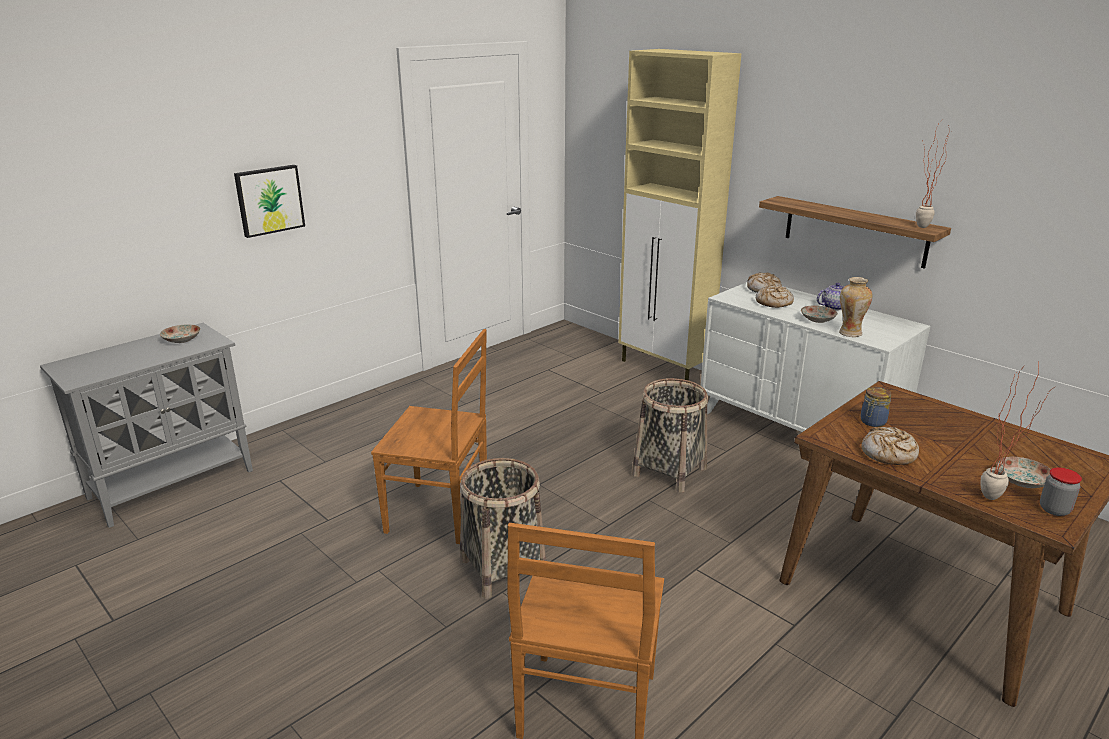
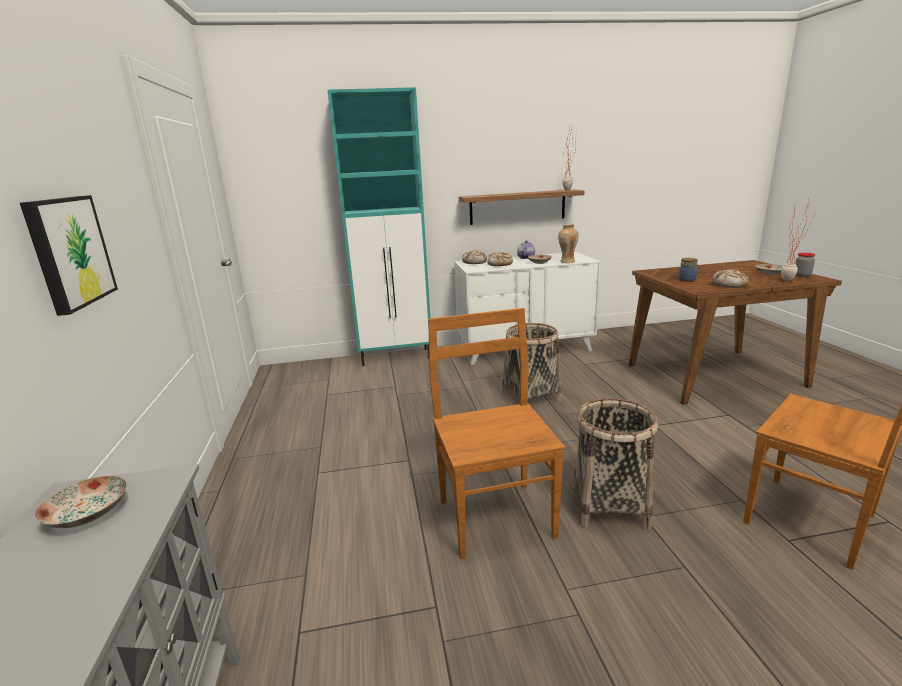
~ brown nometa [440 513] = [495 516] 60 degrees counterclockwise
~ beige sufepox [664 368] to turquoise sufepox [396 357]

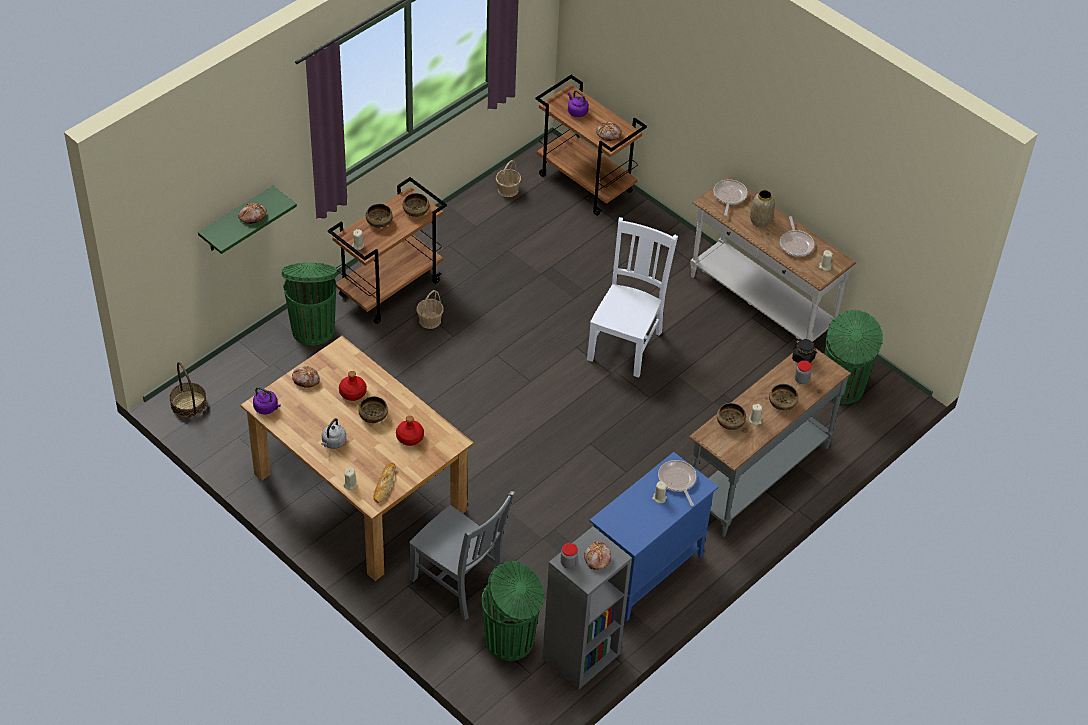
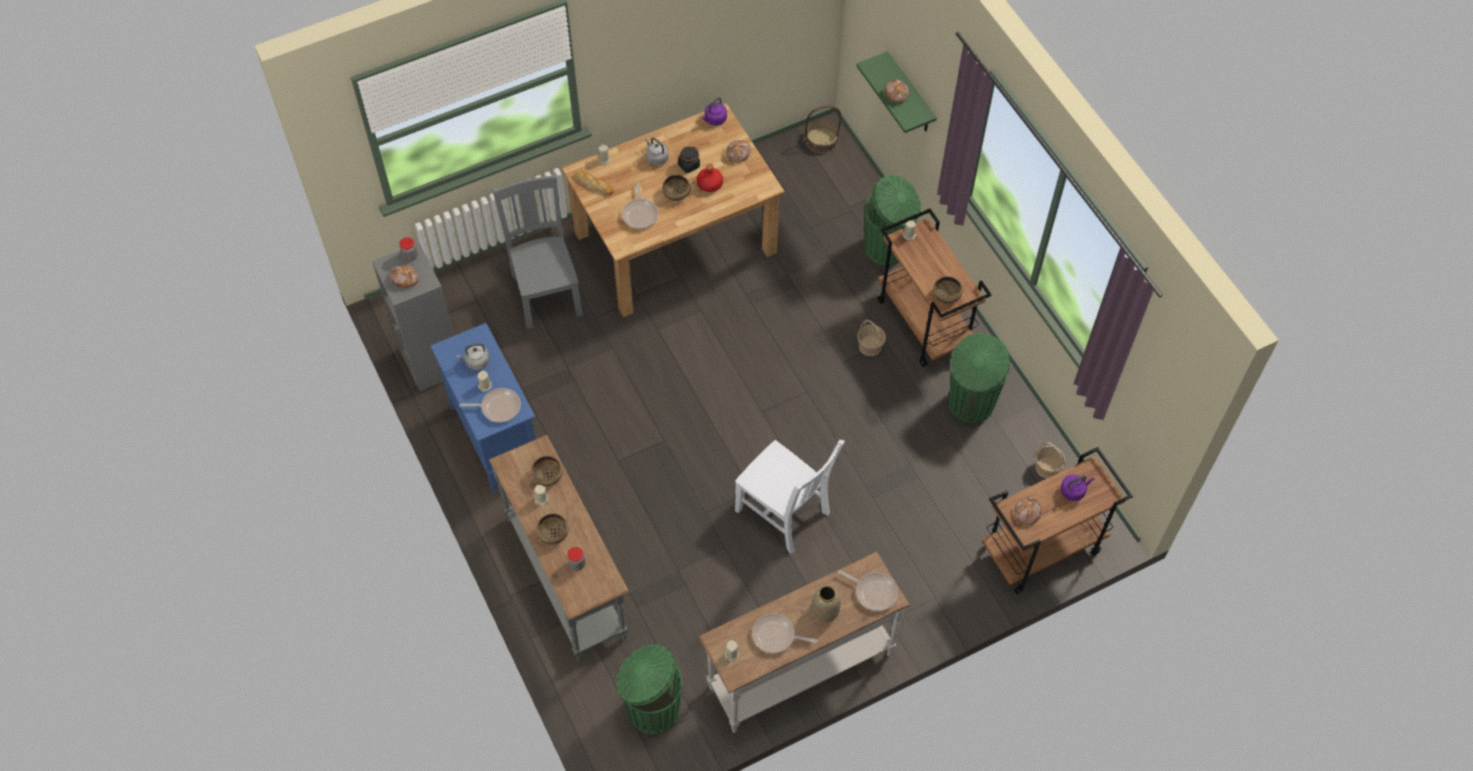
- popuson [379 221]
~ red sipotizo [409 437] to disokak [640 214]
~ grey nometa [460 582] = [546 292] 105 degrees clockwise
~ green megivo [511 641] to [970 405]
~ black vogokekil [803 359] to [688 165]
+ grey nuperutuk [476 362]

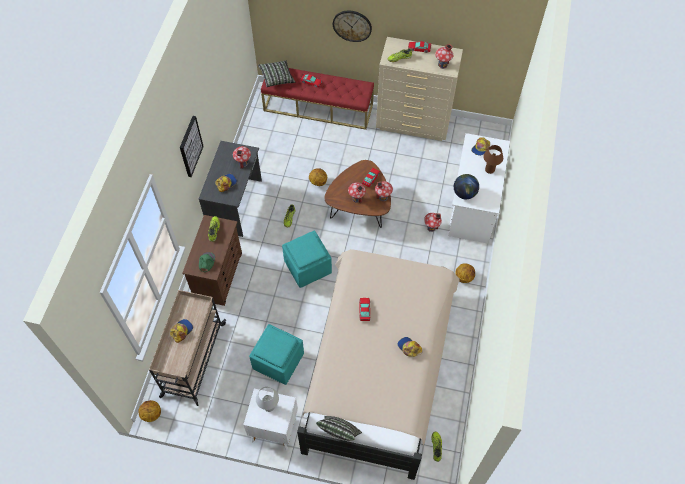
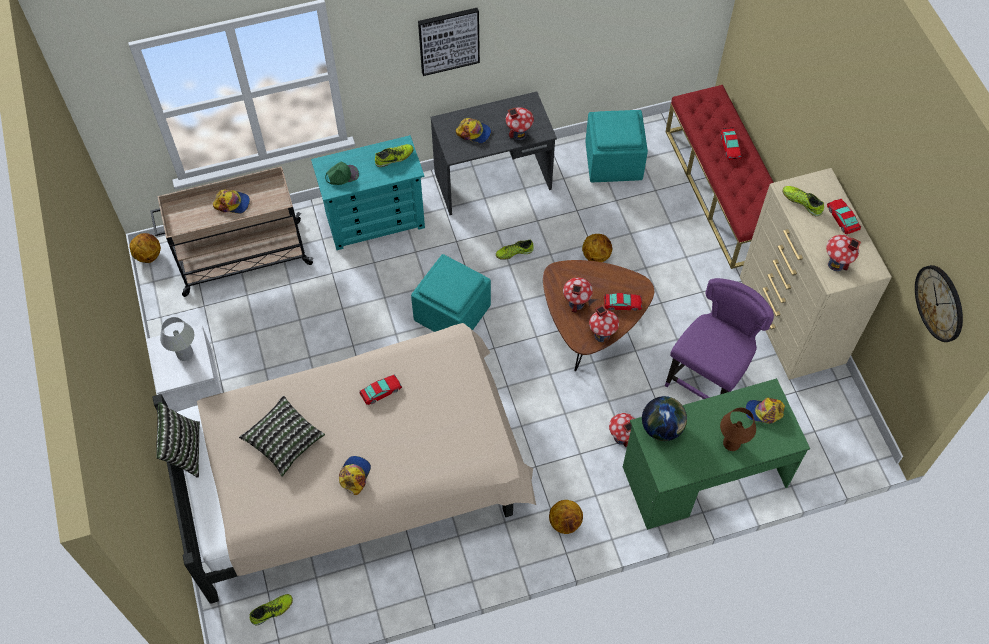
~ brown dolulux [218 275] to turquoise dolulux [375 220]
~ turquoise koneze [278 360] to [614 161]
~ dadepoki [277 78] to [284 441]
~ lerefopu [352 25] to [940 303]
~ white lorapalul [473 204] to green lorapalul [704 477]
+ purple nometa [708 379]

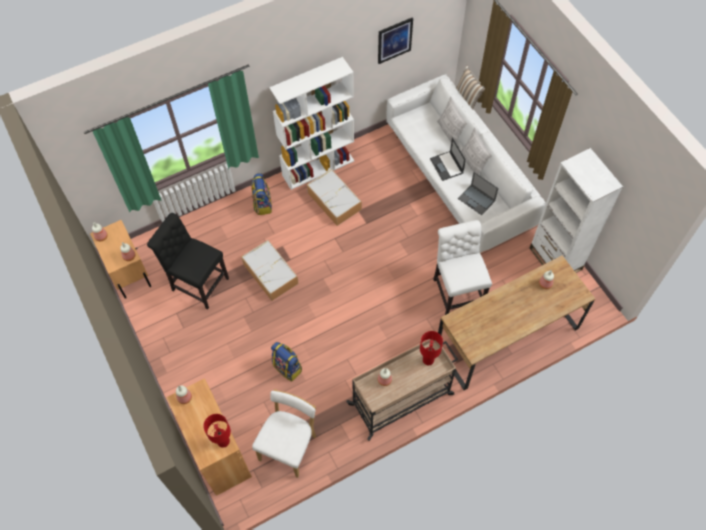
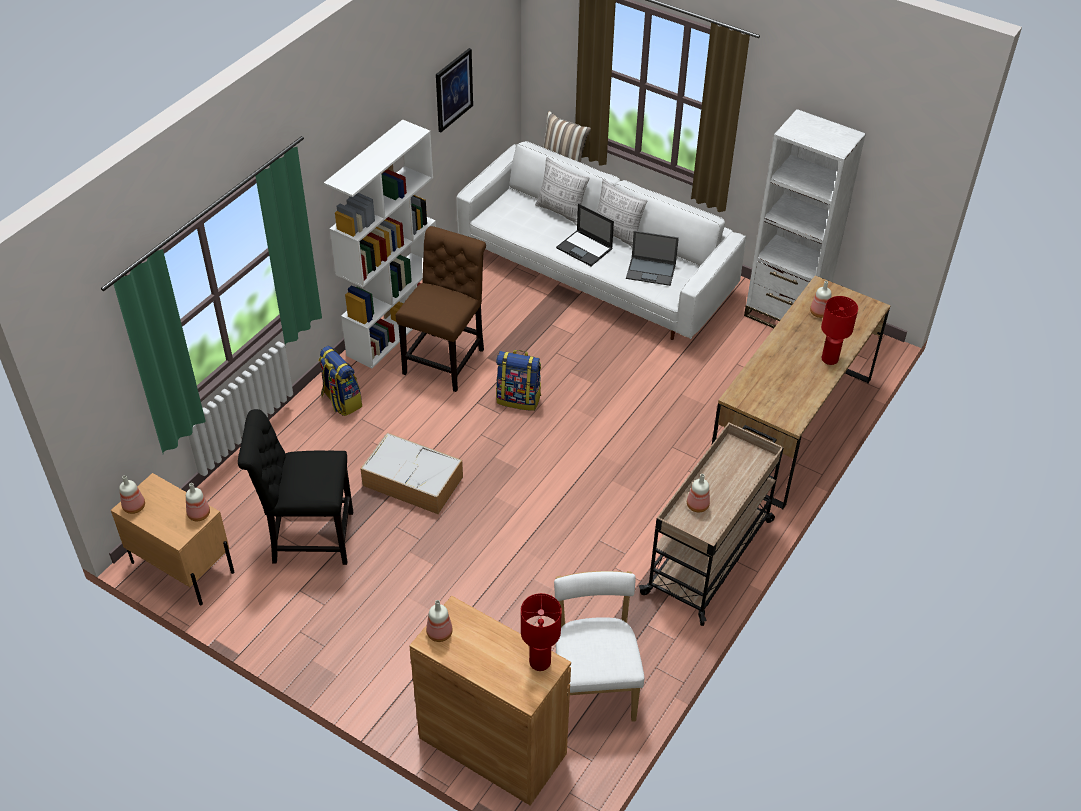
~ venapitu [288 367] to [519 399]
~ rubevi [335 201] to brown nometa [446 359]
~ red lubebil [428 360] to [830 359]
- white nometa [457 290]

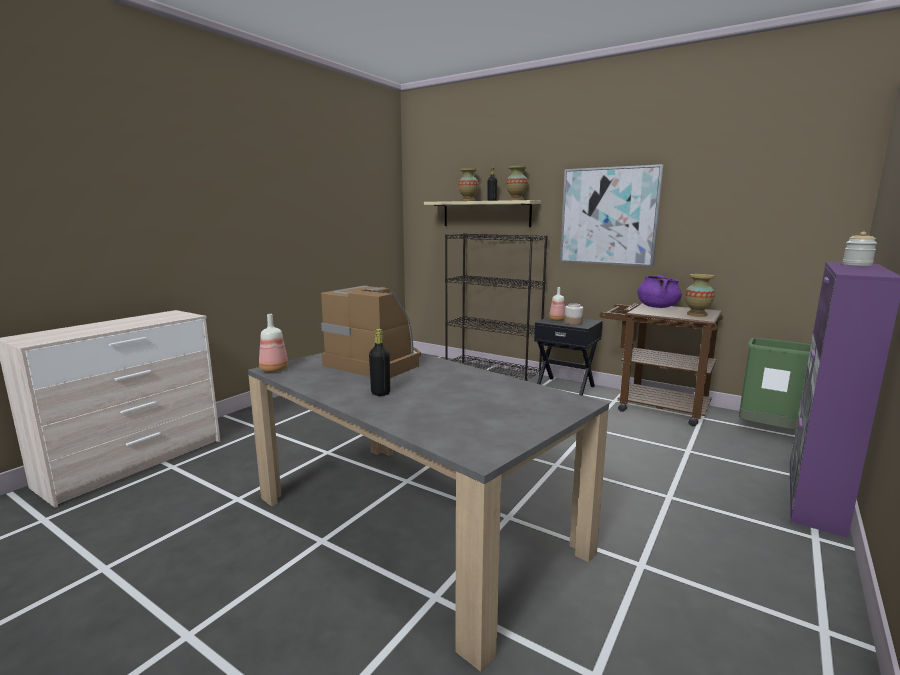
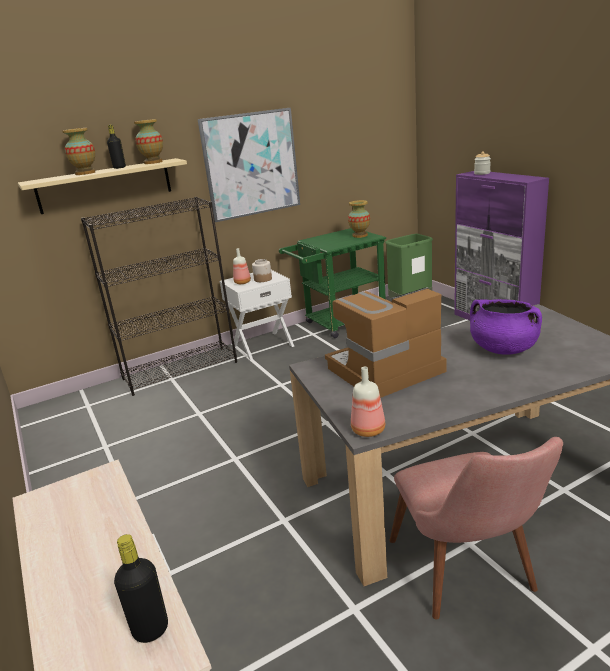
~ black sipotizo [380 393] to [150 629]
~ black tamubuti [565 387] to white tamubuti [262 345]
~ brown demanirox [653 407] to green demanirox [339 324]
~ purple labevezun [657 307] to [503 349]
+ pink nometa [470 577]

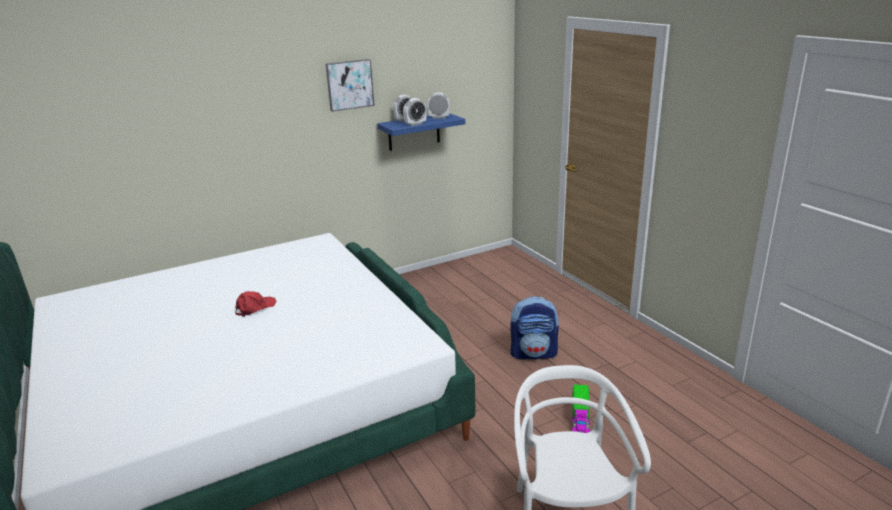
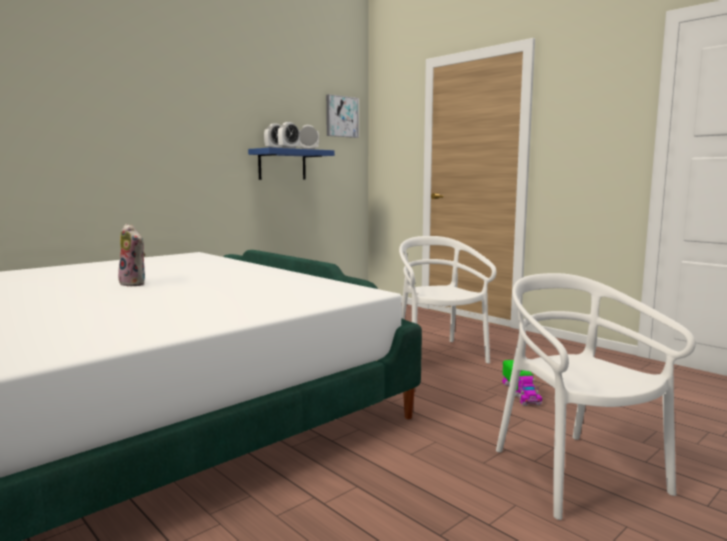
~ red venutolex [255 307] to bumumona [135 283]
~ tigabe [349 84] to [341 116]
~ venapitu [534 353] to white nometa [438 355]

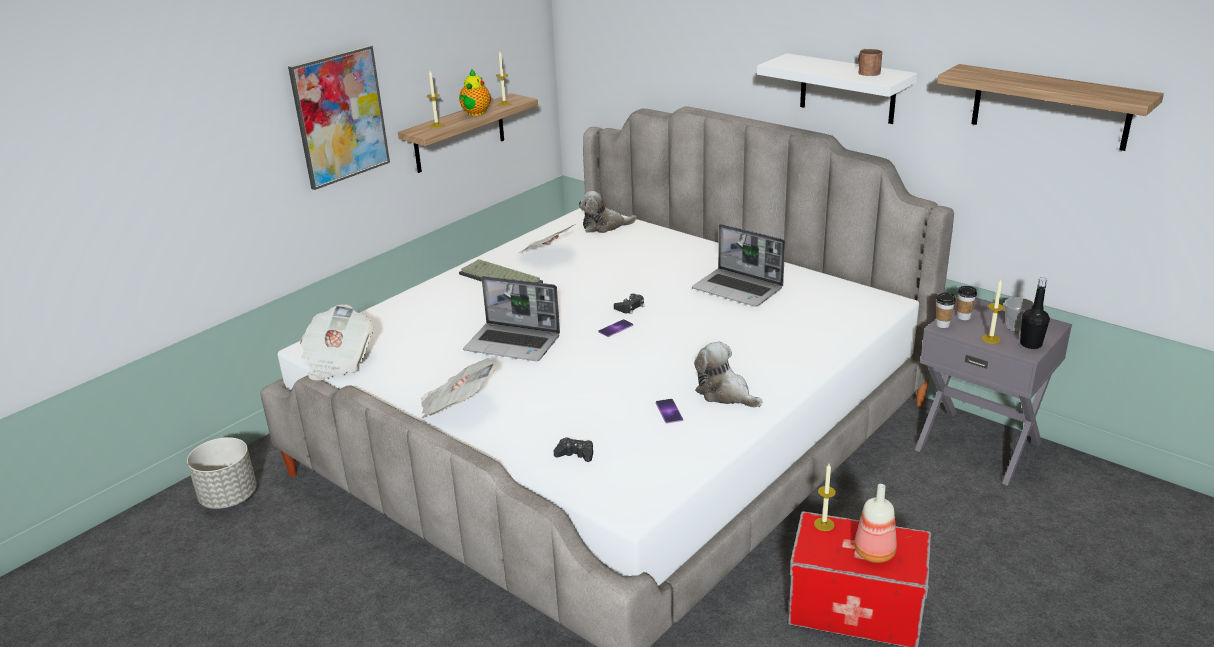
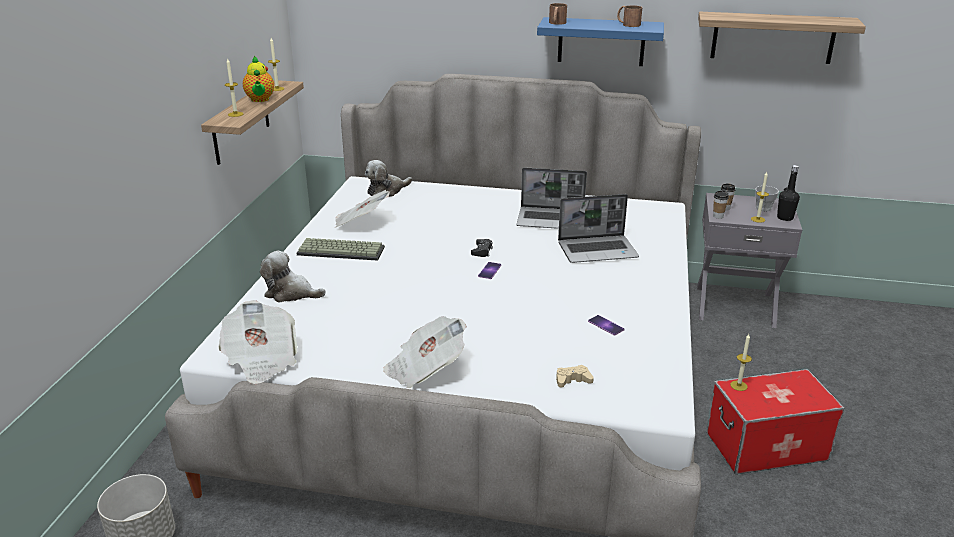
- tigabe [340 116]
~ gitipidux [514 344] to [598 250]
~ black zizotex [575 454] to beige zizotex [572 380]
~ bumumona [725 394] to [290 293]
~ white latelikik [847 89] to blue latelikik [601 41]
- sipotizo [875 552]
+ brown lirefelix [556 23]

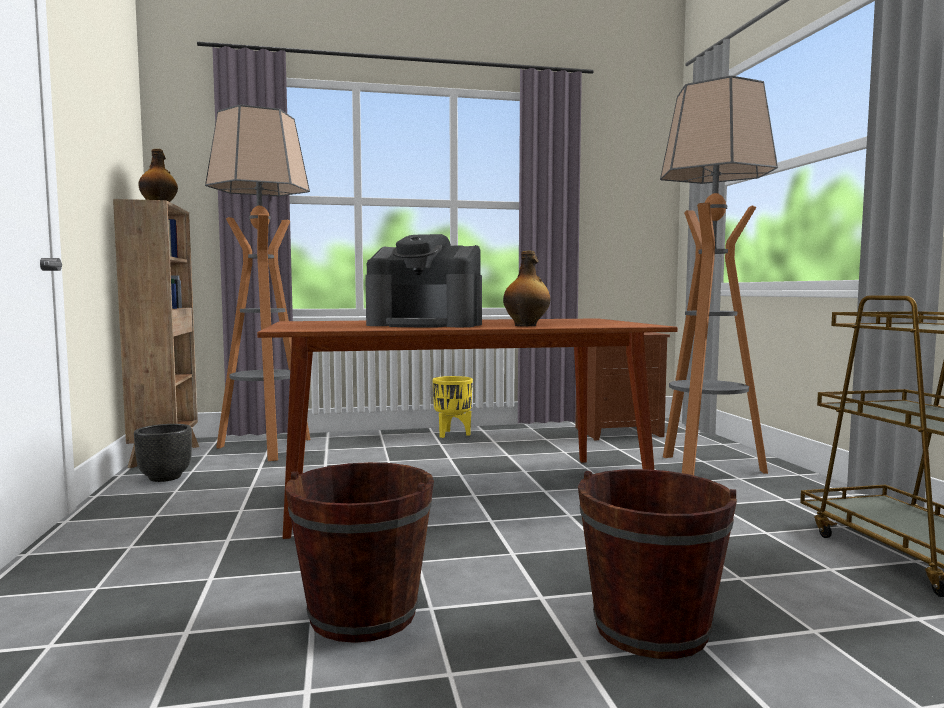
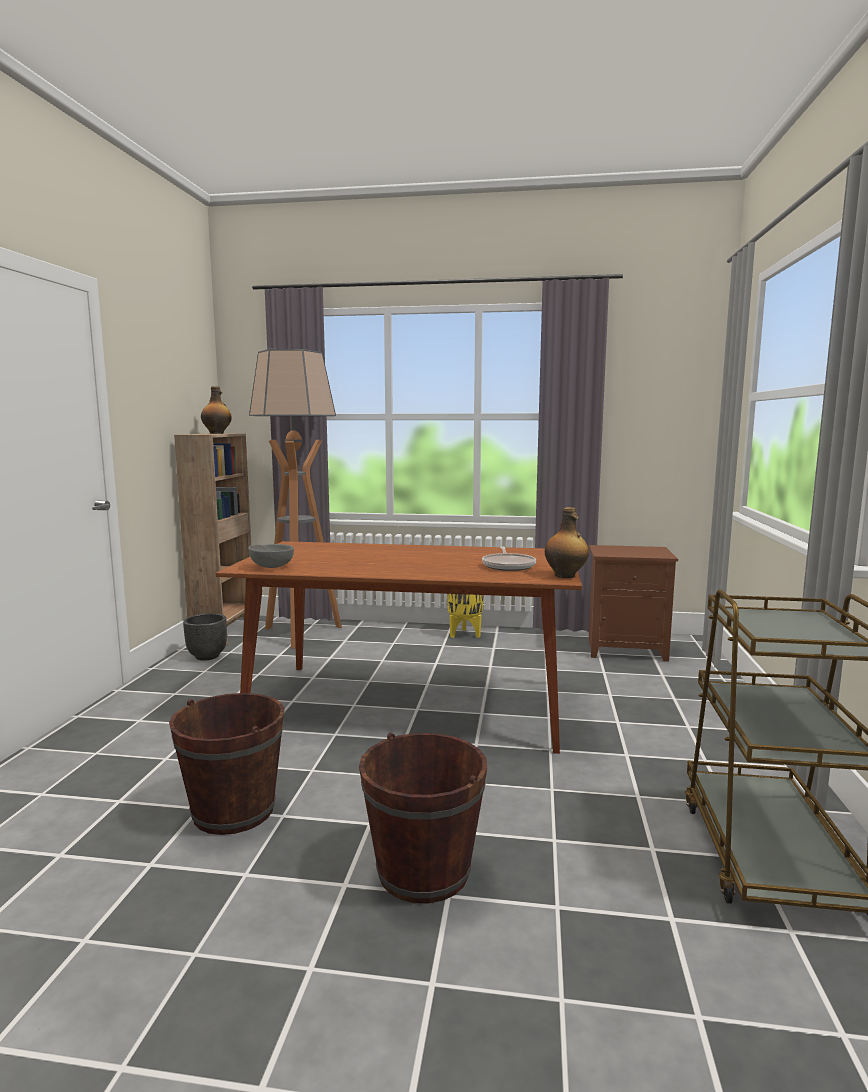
- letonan [426 325]
~ sipotizo [526 325] to [565 576]
- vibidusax [705 470]
+ grey popuson [271 567]
+ disokak [508 565]

